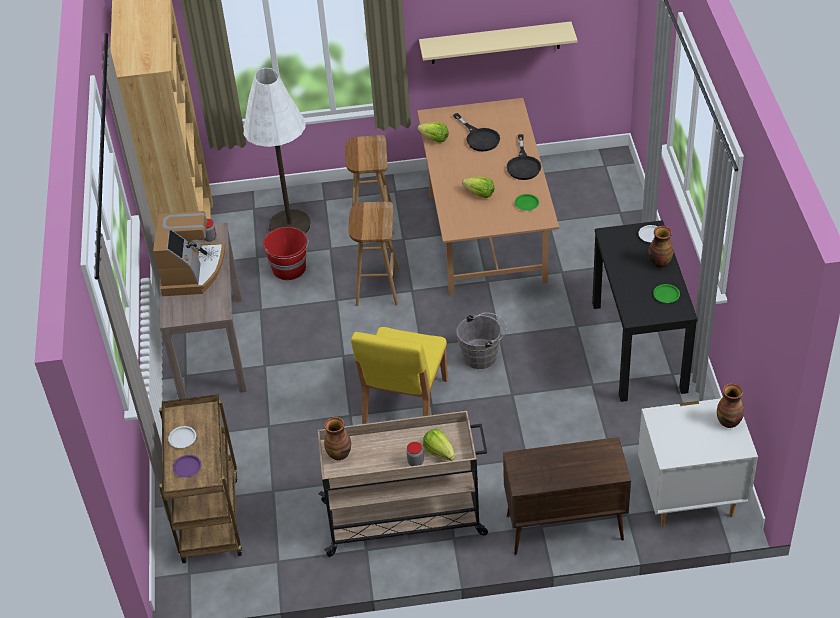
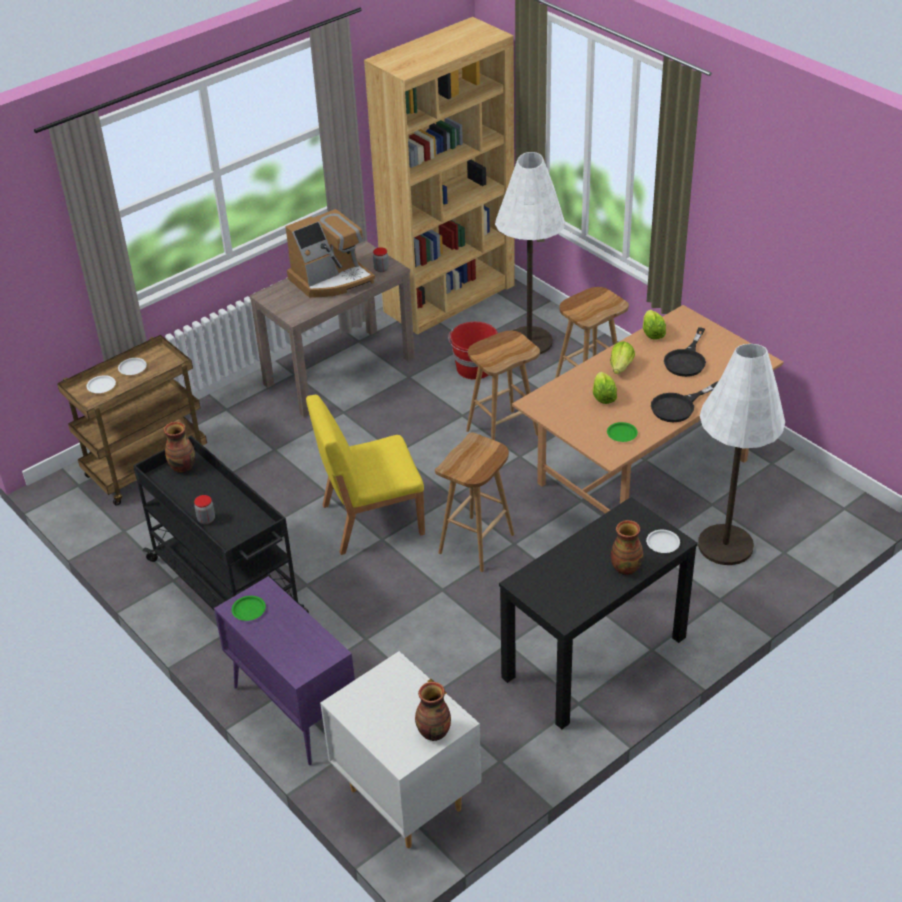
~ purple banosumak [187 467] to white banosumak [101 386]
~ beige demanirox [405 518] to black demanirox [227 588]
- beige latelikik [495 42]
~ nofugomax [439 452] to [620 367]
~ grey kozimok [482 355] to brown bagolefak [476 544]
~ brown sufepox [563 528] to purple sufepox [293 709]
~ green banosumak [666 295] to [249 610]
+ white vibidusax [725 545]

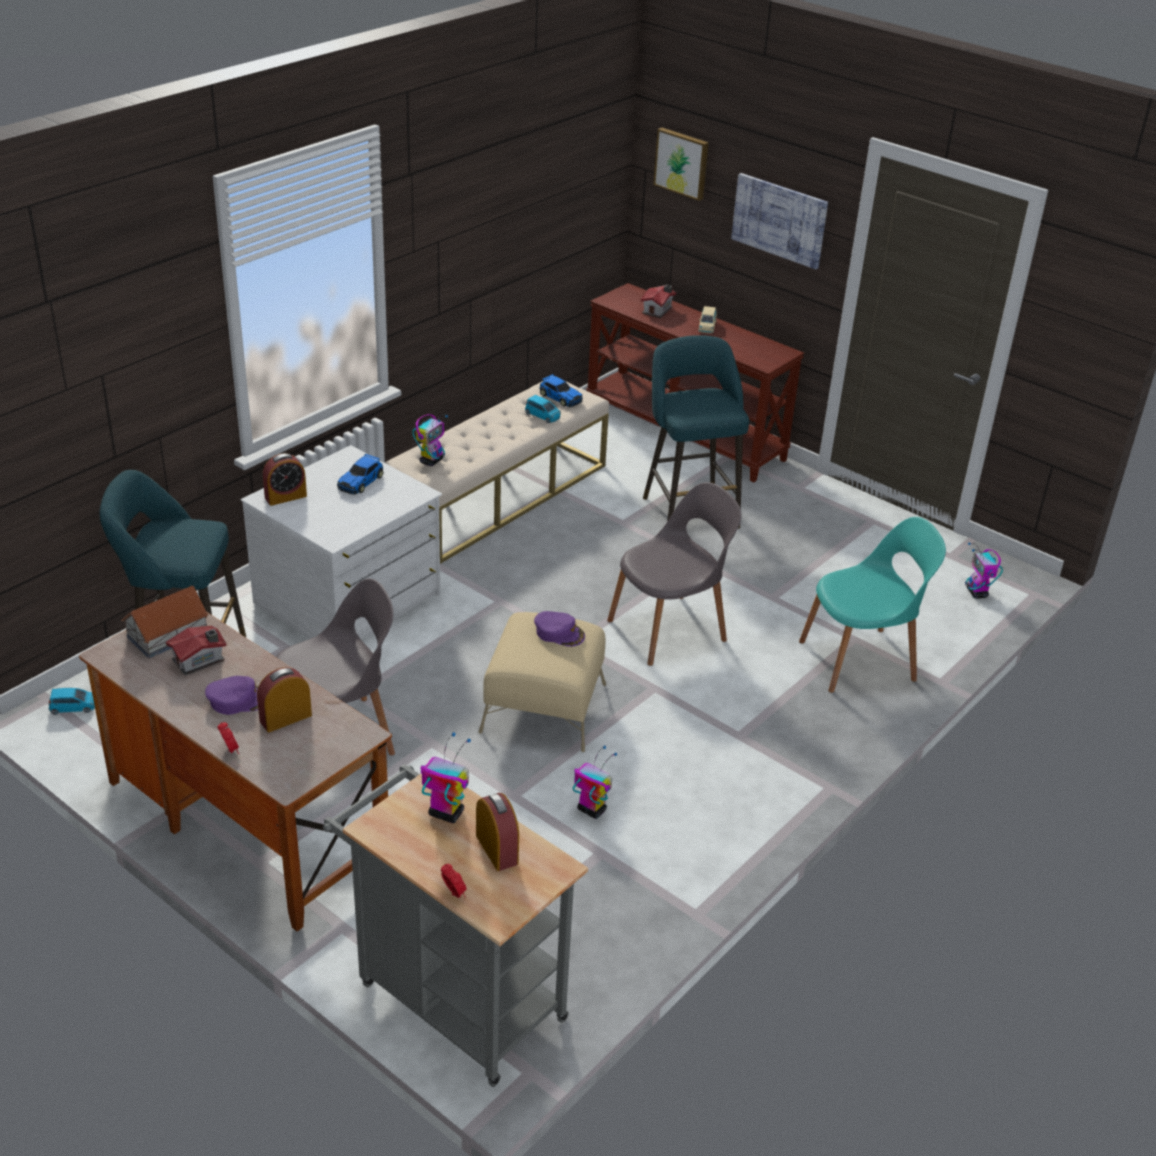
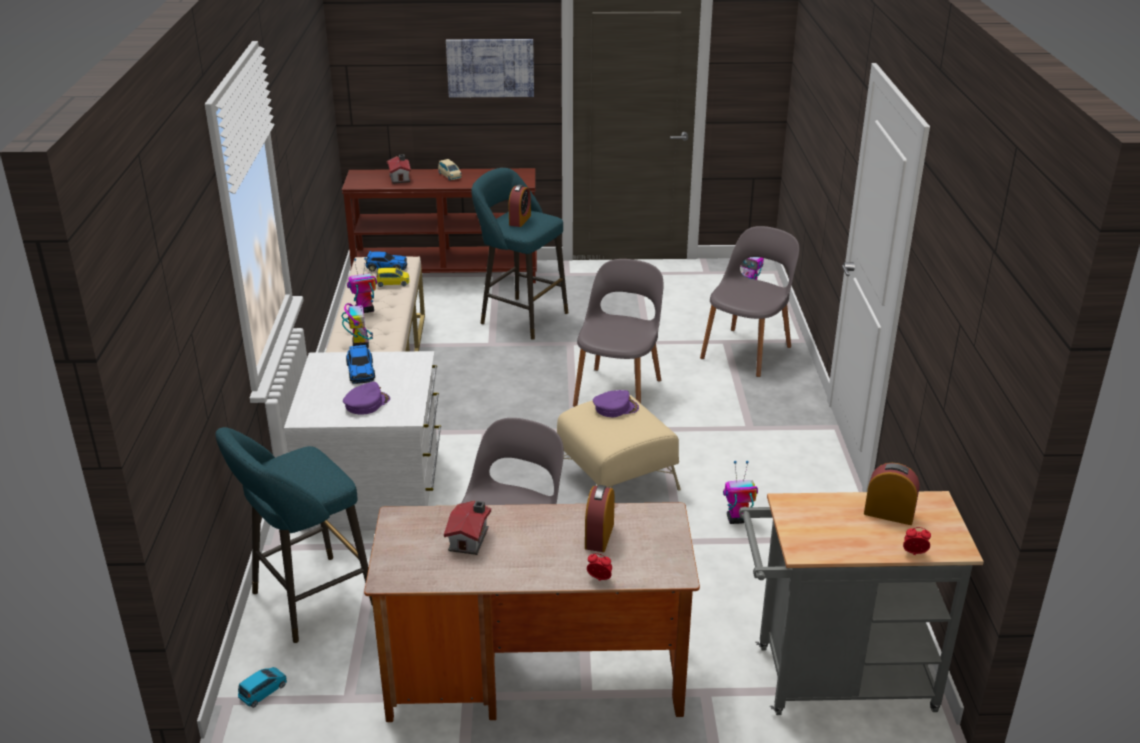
- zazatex [168 634]
~ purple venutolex [238 700] to [366 403]
~ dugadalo [285 497] to [520 220]
~ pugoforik [445 813] to [364 310]
~ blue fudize [542 416] to yellow fudize [393 283]
- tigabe [682 163]
~ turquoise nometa [860 660] to grey nometa [747 351]

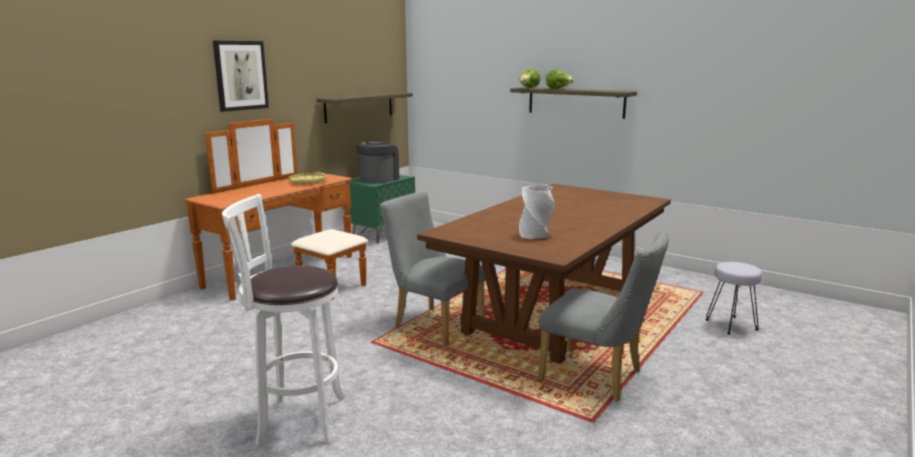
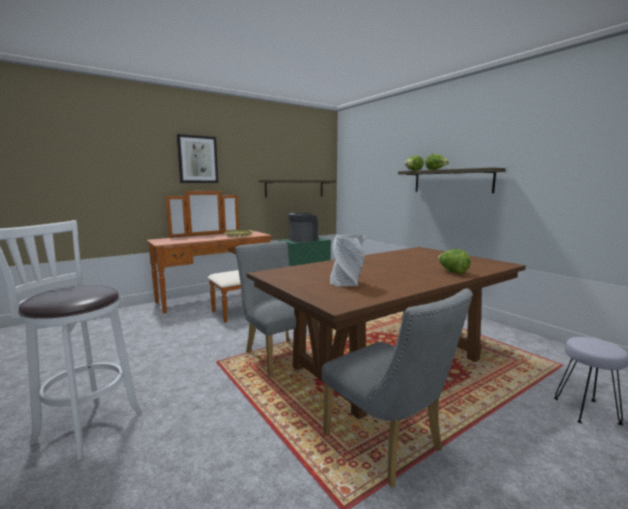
+ nofugomax [452 272]

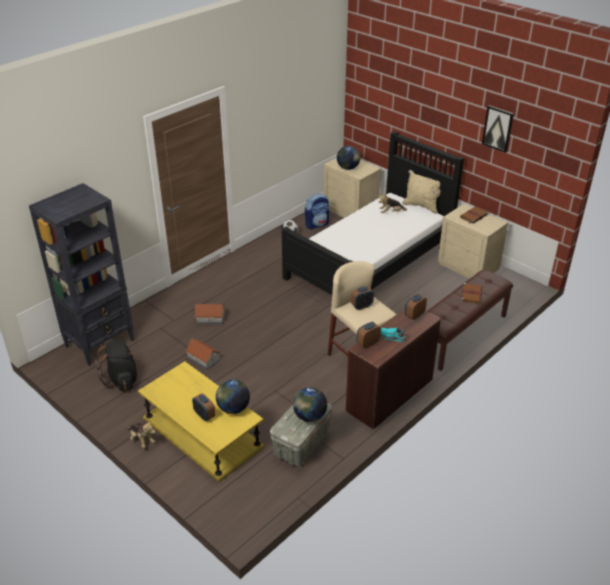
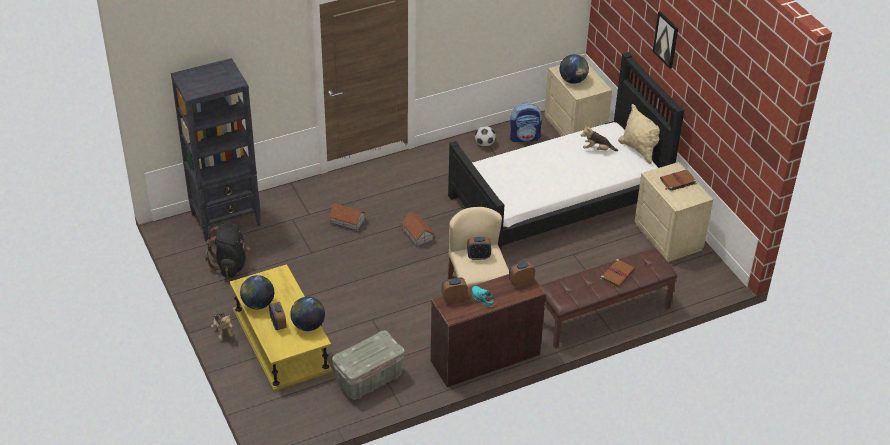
~ zazatex [203 359] to [417 235]
~ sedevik [309 416] to [258 304]
~ tigabe [498 128] to [666 39]

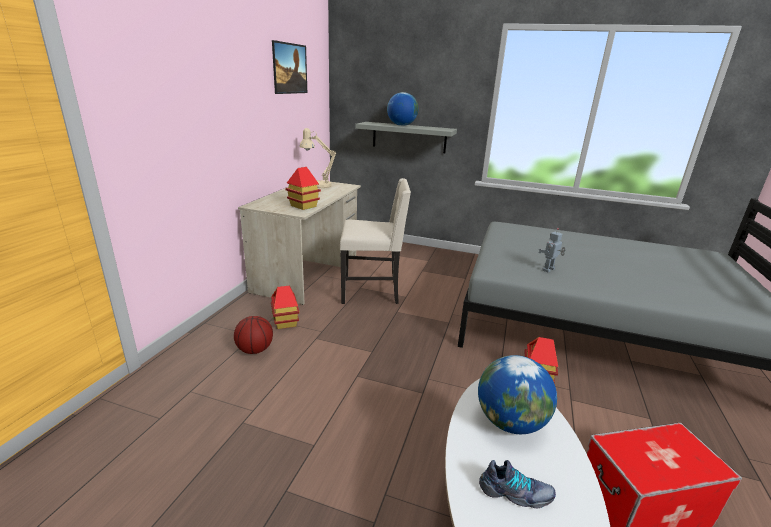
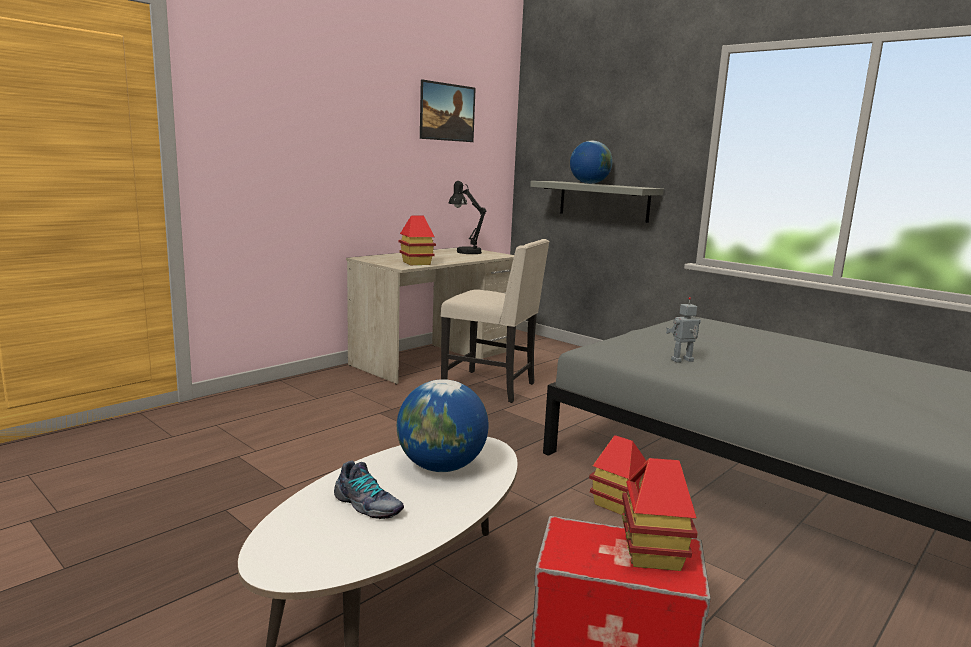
- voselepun [254 350]
~ zazatex [285 322] to [653 554]
~ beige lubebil [317 185] to black lubebil [465 251]

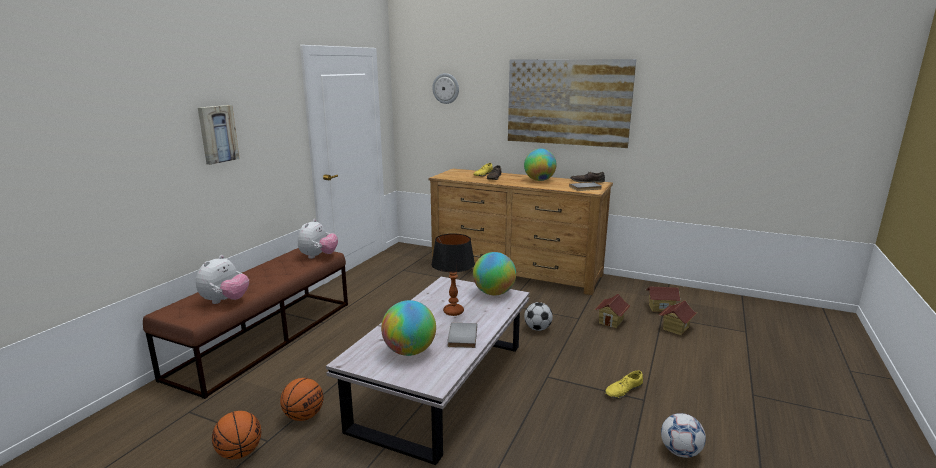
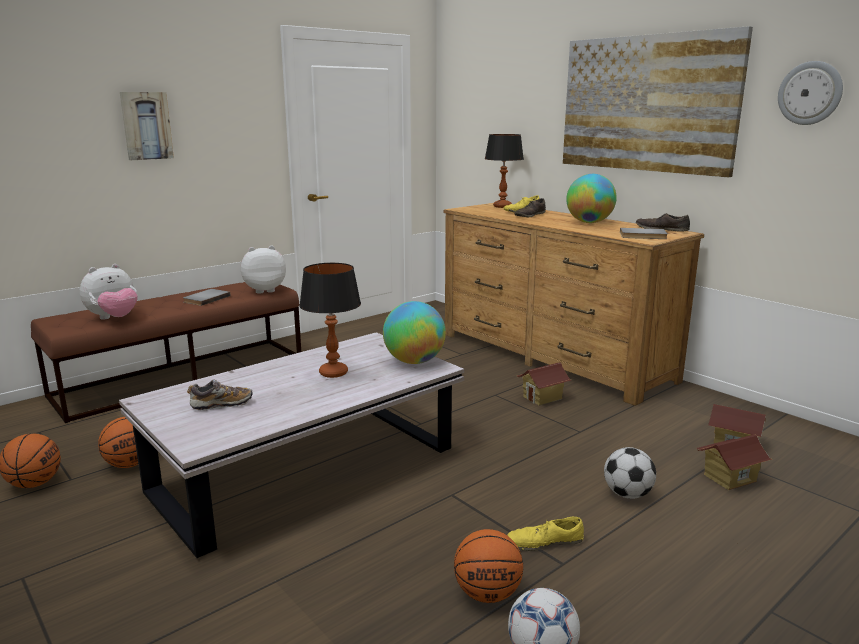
~ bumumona [318 256] = [264 290] 150 degrees counterclockwise
~ sedevik [409 351] to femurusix [221 405]
~ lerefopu [446 88] to [810 93]
~ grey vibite [461 337] to [205 299]
~ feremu [537 329] to [627 494]
~ zazatex [611 321] to [542 398]
+ voselepun [487 594]
+ lubebil [502 206]

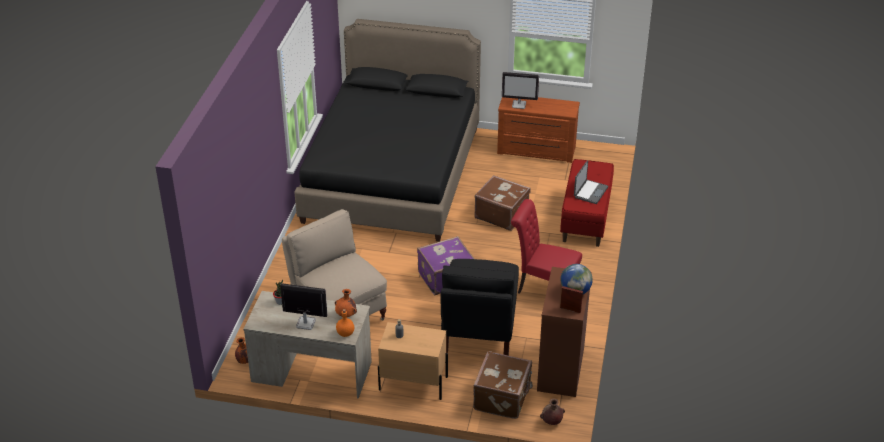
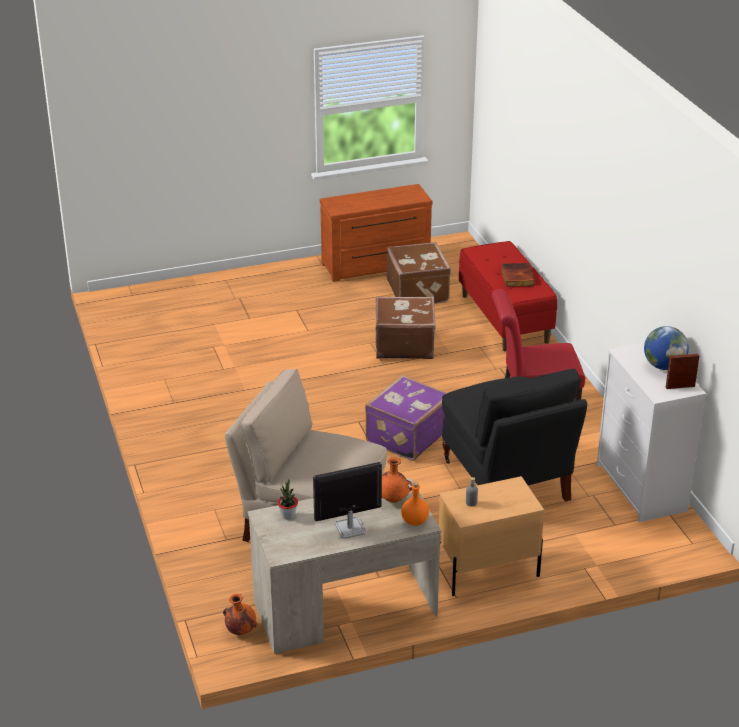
- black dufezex [392 174]
~ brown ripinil [503 397] to [418 291]
- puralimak [519 105]
~ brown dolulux [560 370] to white dolulux [641 488]
- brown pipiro [551 421]
~ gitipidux [590 192] to vibite [516 277]

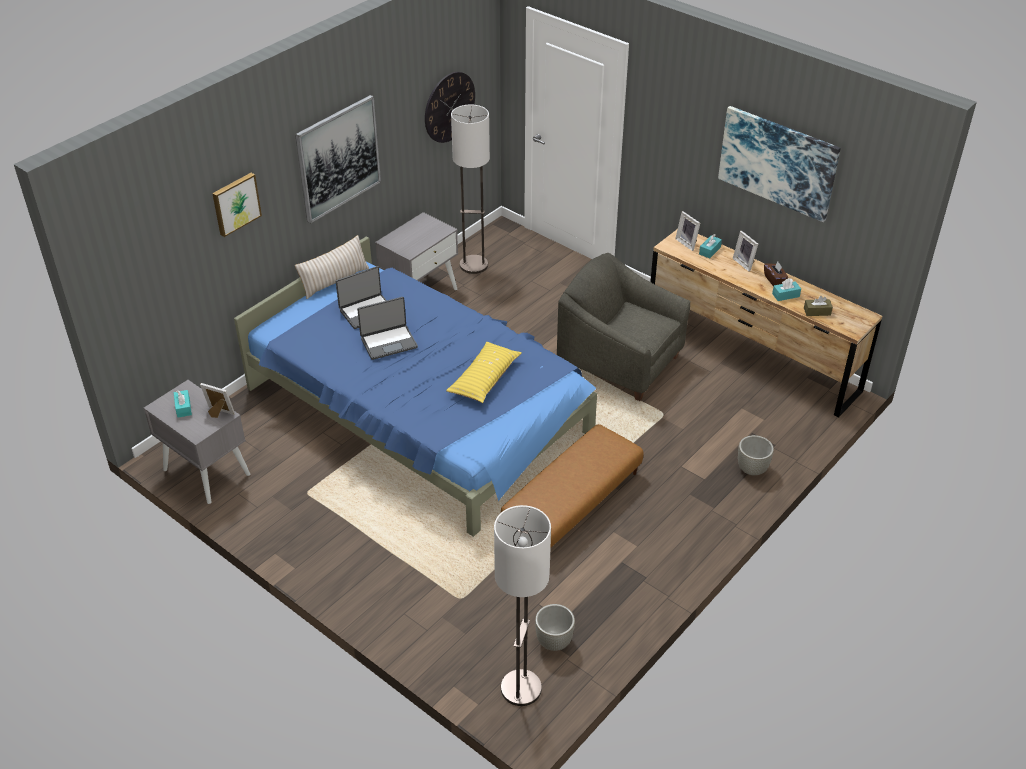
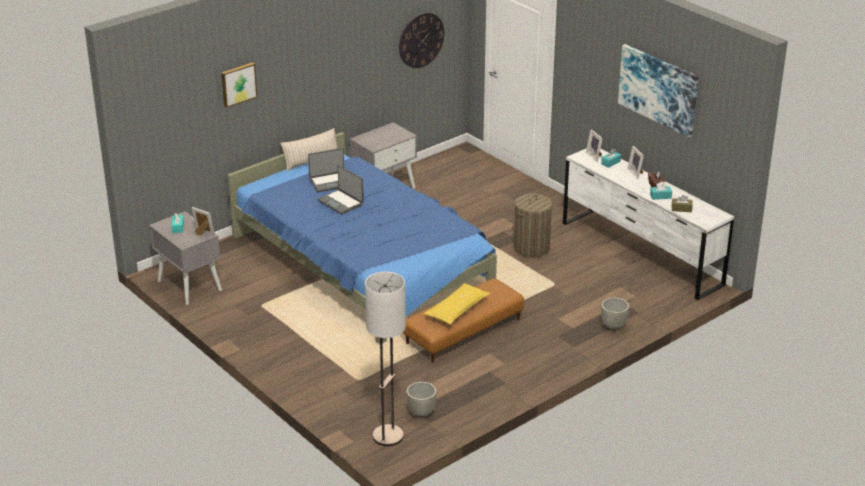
- tigabe [338 158]
~ gitipidux [388 342] = [341 202] 60 degrees clockwise
~ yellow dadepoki [484 379] to [457 310]
- vibidusax [473 265]
~ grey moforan [620 363] to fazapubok [531 248]
~ brown dolulux [750 356] to white dolulux [640 253]

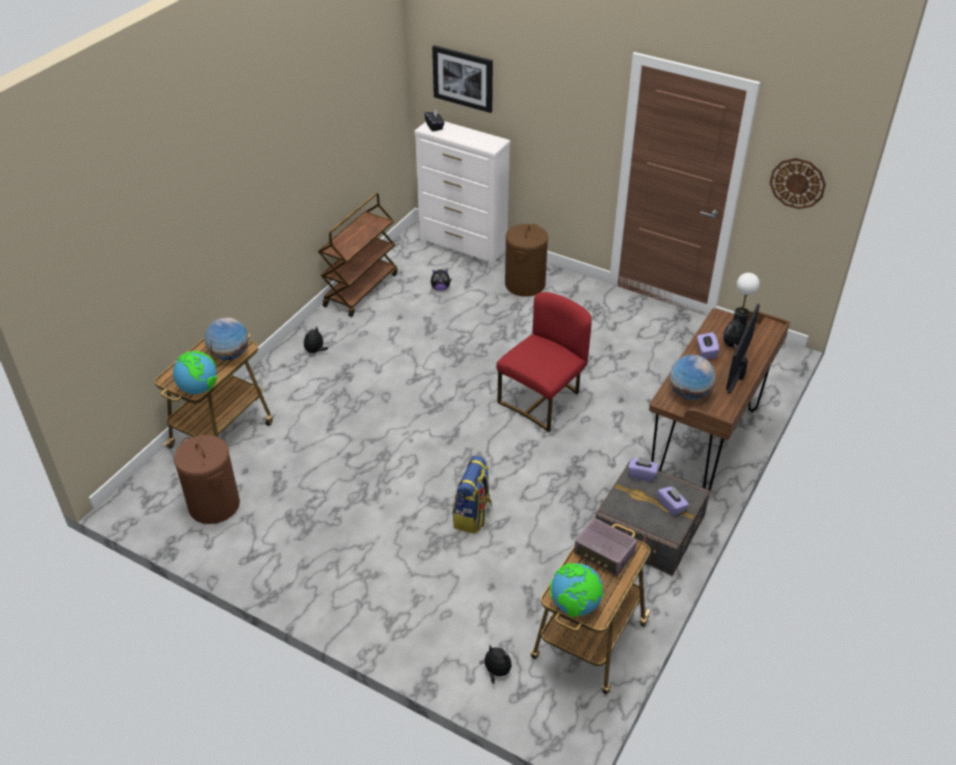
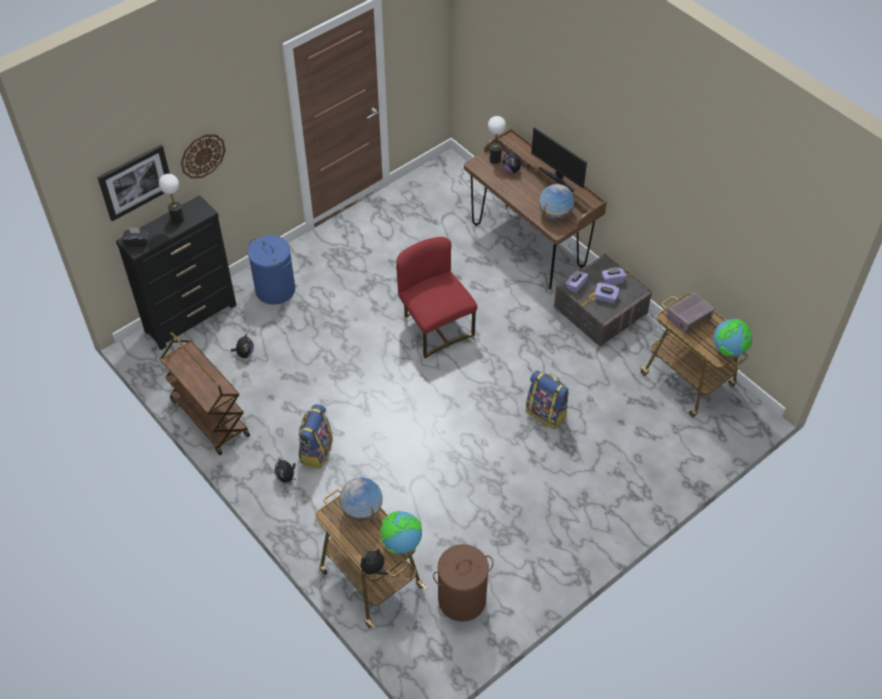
~ white dolulux [463 248] to black dolulux [191 318]
~ bumumona [496 672] to [373 570]
~ brown fazapubok [525 285] to blue fazapubok [275 290]
~ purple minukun [706 352] to [605 298]
~ lerefopu [797 183] to [202 155]
+ lubebil [177 220]
+ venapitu [316 451]

